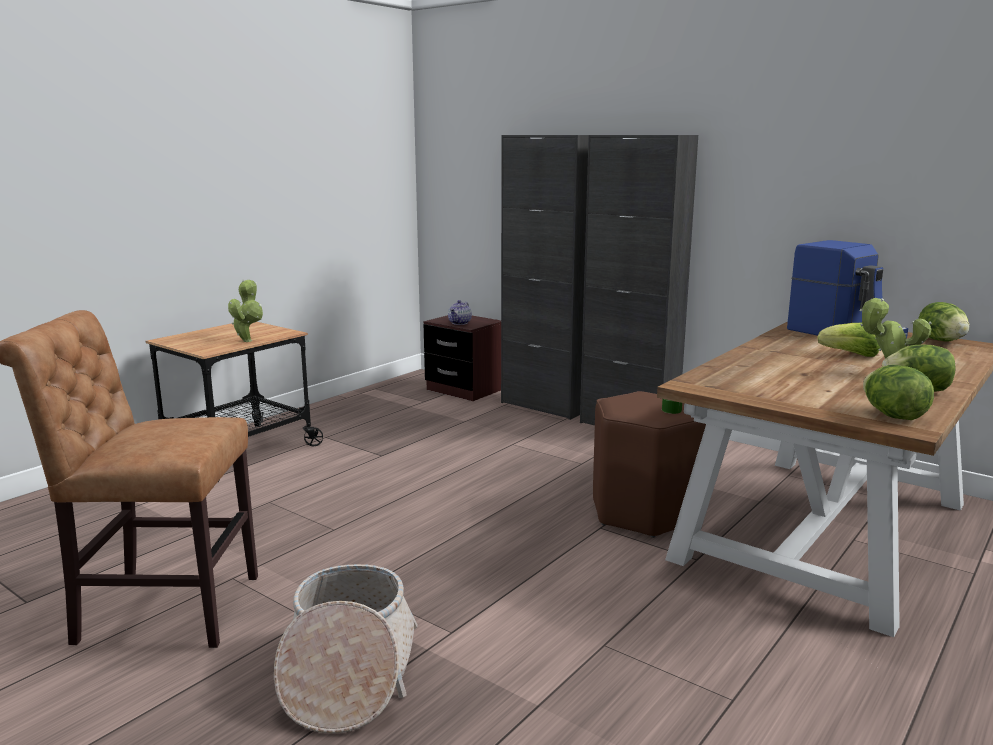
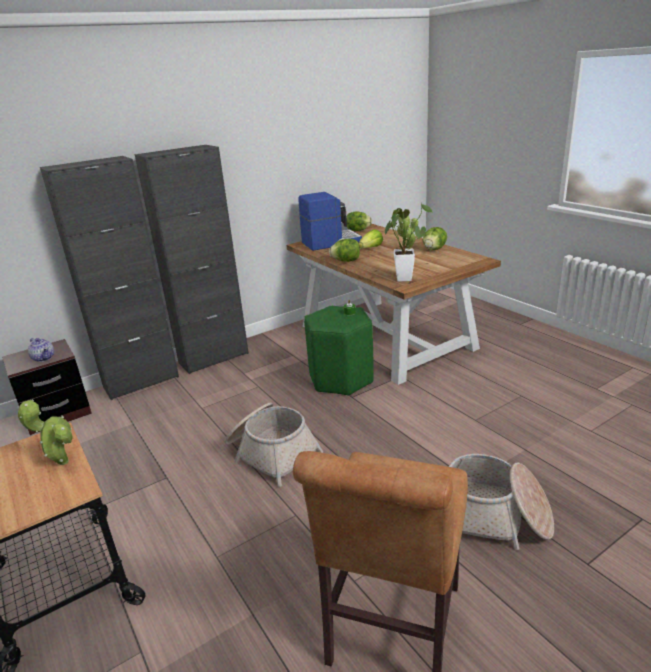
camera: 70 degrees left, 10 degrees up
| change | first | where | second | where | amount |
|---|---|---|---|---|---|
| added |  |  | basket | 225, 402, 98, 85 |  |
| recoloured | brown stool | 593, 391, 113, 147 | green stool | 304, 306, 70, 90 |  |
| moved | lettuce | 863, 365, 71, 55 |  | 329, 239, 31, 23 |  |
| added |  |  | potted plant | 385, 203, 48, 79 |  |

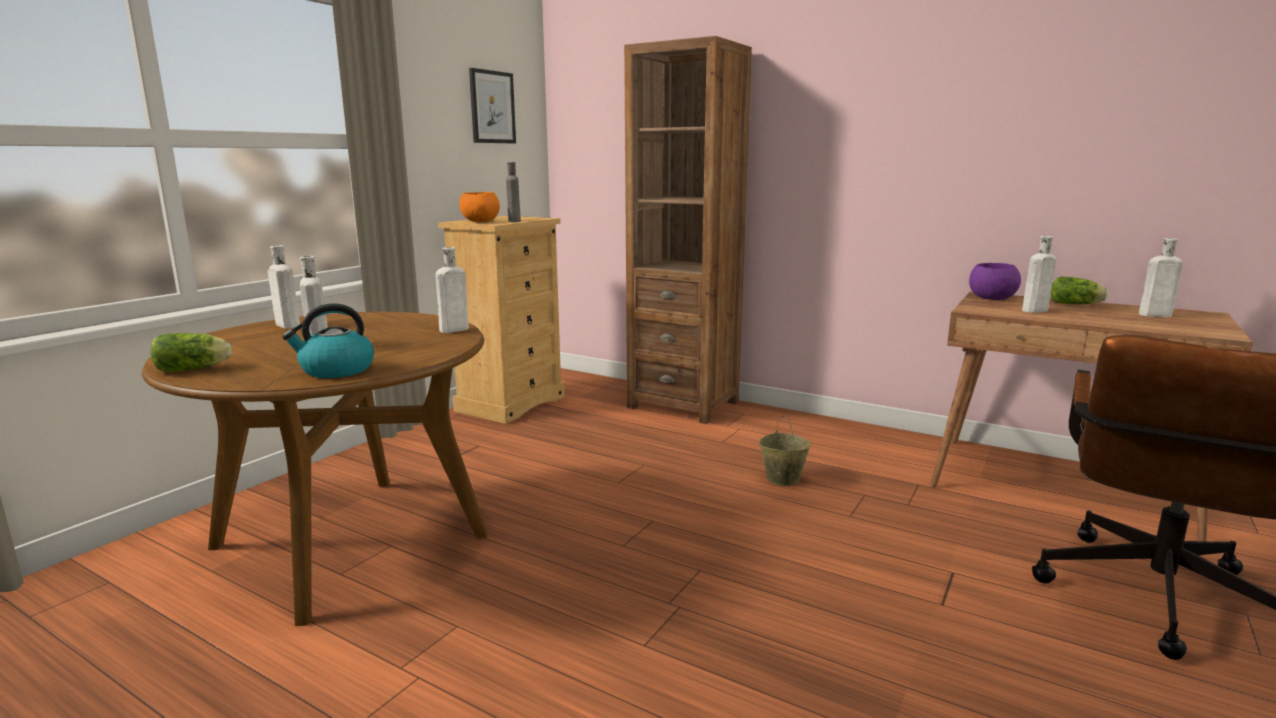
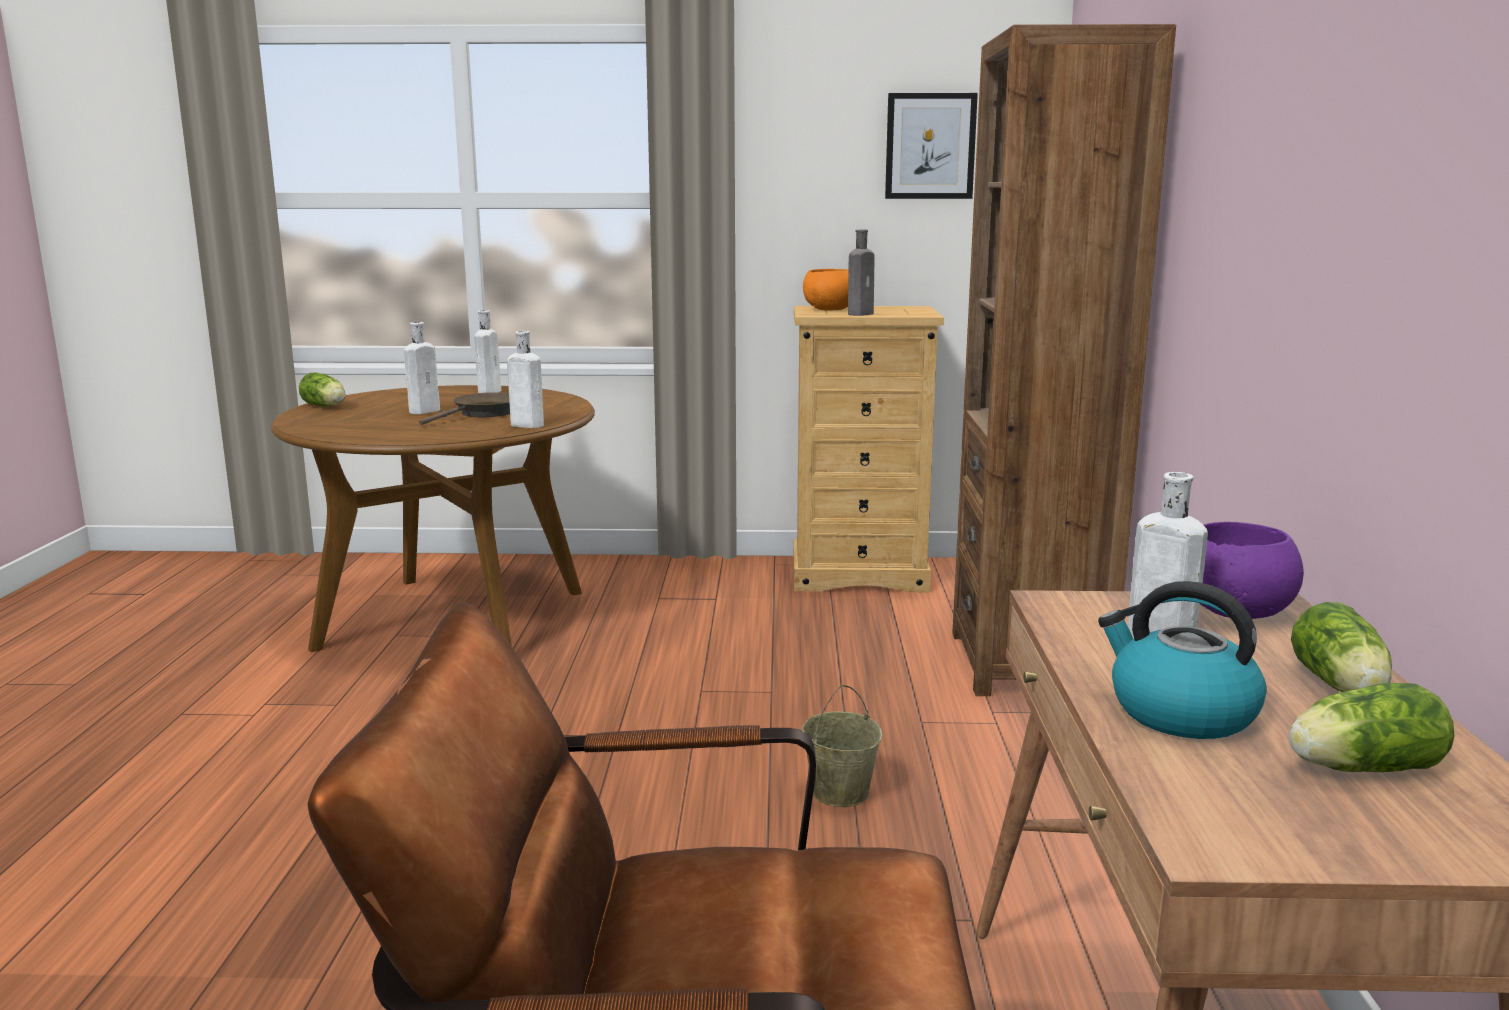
camera: 60 degrees right, 0 degrees up
| change | first | where | second | where | amount |
|---|---|---|---|---|---|
| added |  |  | brown frying pan | 419, 392, 91, 33 |  |
| moved | kettle | 282, 303, 92, 75 |  | 1098, 581, 168, 158 |  |
| replaced | white bottle | 1139, 238, 44, 79 | lettuce | 1288, 683, 166, 89 |  |

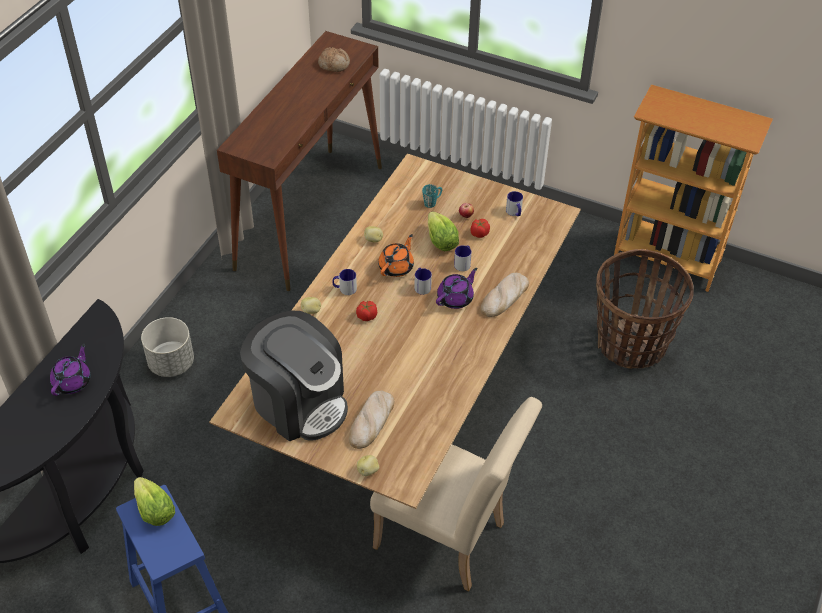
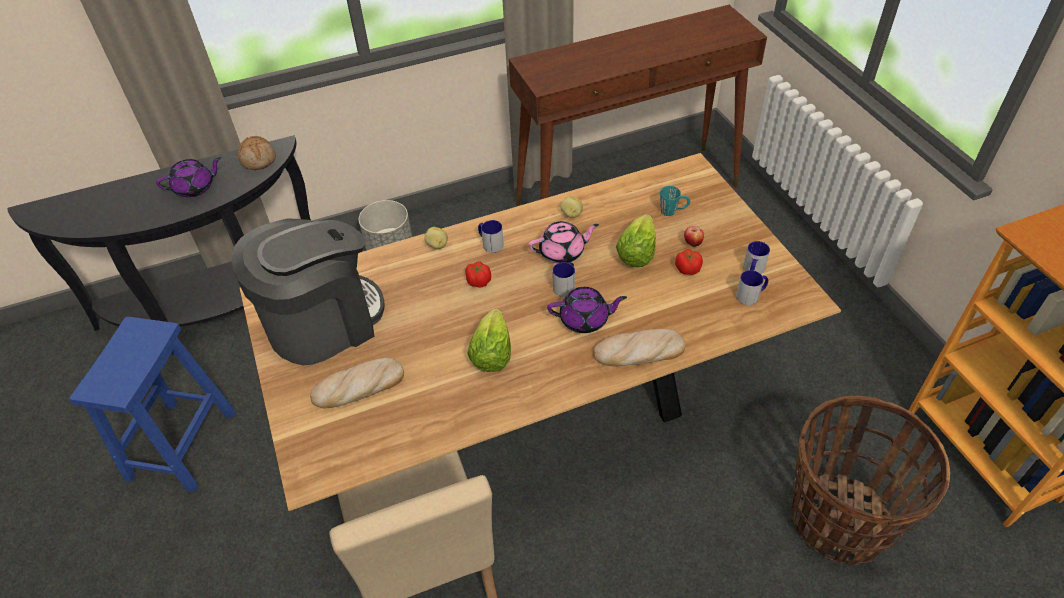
camera: 45 degrees right, 0 degrees up
| change | first | where | second | where | amount |
|---|---|---|---|---|---|
| turned | coffee machine | 240, 310, 108, 131 |  | 232, 218, 153, 147 | 120 degrees counterclockwise |
| moved | bread | 318, 47, 32, 25 |  | 238, 136, 38, 34 |  |
| moved | lettuce | 134, 477, 41, 49 |  | 467, 309, 44, 63 |  |
| recoloured | orange teapot | 378, 234, 36, 43 | pink teapot | 528, 221, 71, 43 |  |
| moved | mug | 454, 245, 17, 26 |  | 736, 270, 32, 35 |  |
| removed | potato | 357, 455, 22, 21 |  |  |  |

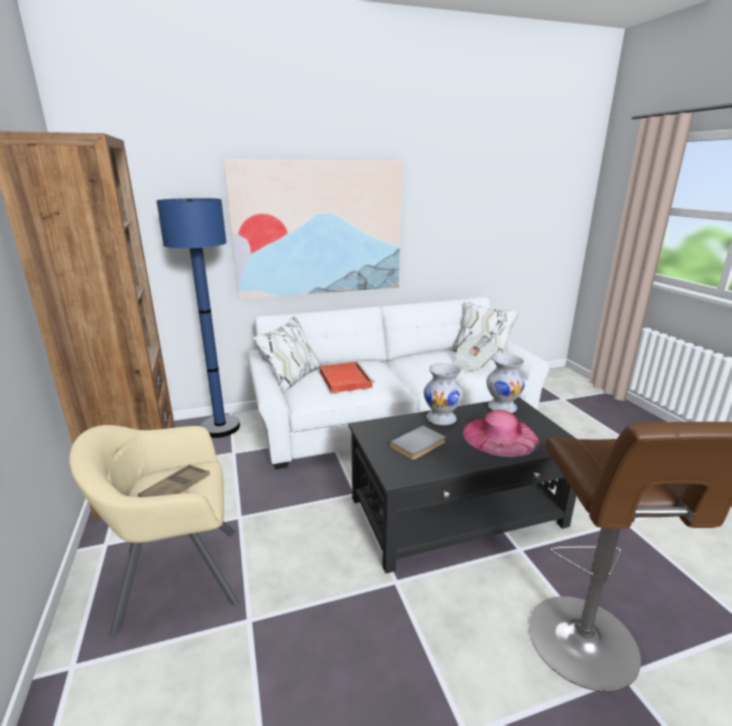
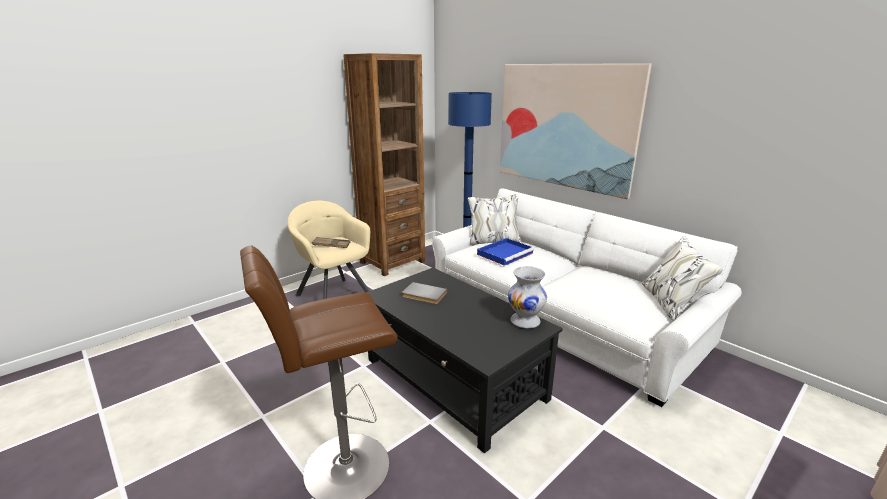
camera: 65 degrees right, 0 degrees up
| change | first | where | second | where | amount |
|---|---|---|---|---|---|
| recoloured | red tray | 319, 361, 55, 32 | blue tray | 477, 238, 58, 28 |  |
| removed | white vase | 424, 363, 39, 62 |  |  |  |
| removed | newspaper | 454, 335, 45, 36 |  |  |  |
| removed | pink hat | 462, 410, 77, 47 |  |  |  |

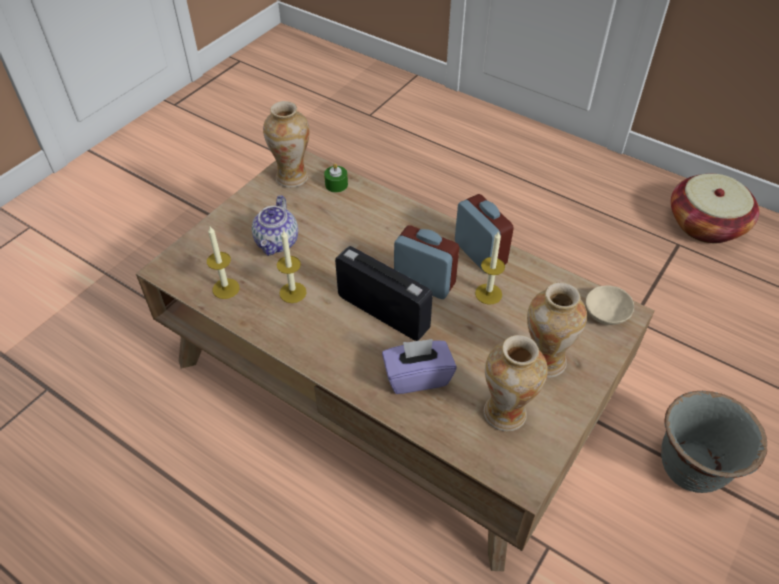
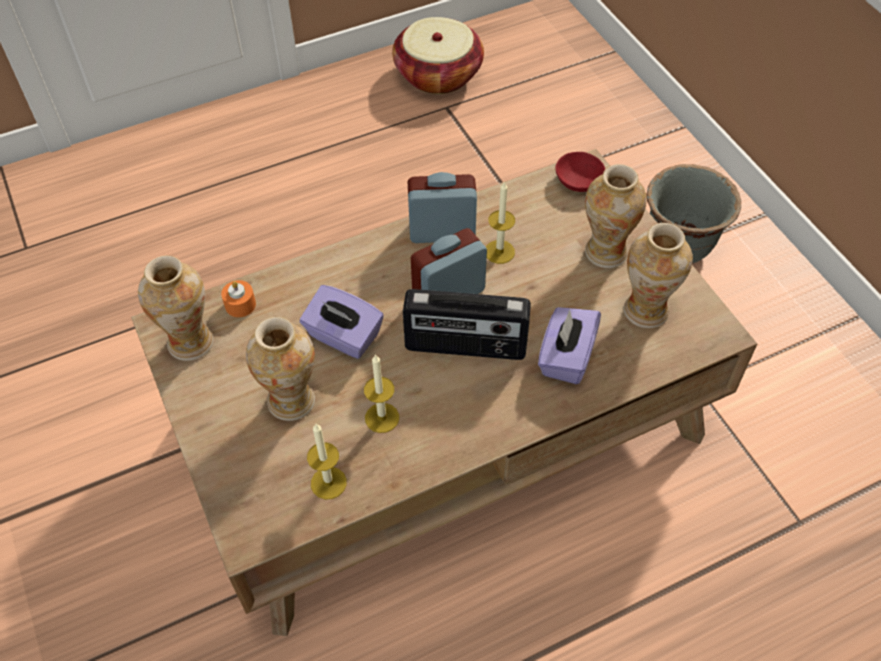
camera: 60 degrees left, 5 degrees up
| change | first | where | second | where | amount |
|---|---|---|---|---|---|
| recoloured | green candle | 324, 163, 24, 30 | orange candle | 221, 280, 35, 37 |  |
| replaced | teapot | 252, 195, 46, 61 | vase | 246, 317, 69, 104 |  |
| added |  |  | purple tissue box | 300, 285, 84, 74 |  |
| turned | radio | 335, 246, 98, 95 |  | 403, 289, 128, 71 | 150 degrees counterclockwise |
| recoloured | beige bowl | 586, 285, 48, 40 | red bowl | 555, 152, 50, 40 |  |

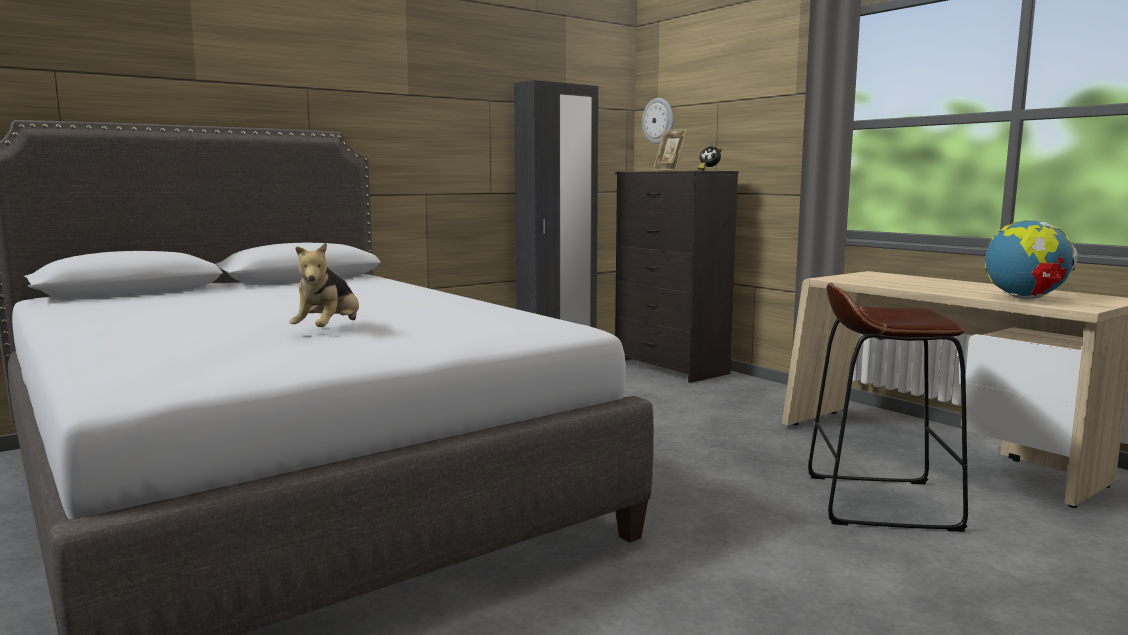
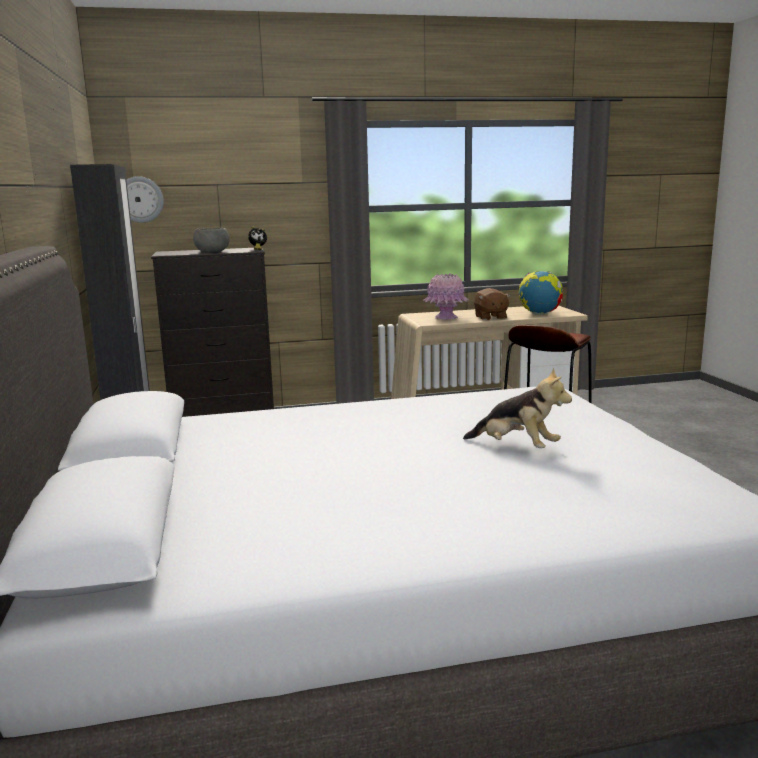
camera: 65 degrees left, 5 degrees up
| change | first | where | second | where | amount |
|---|---|---|---|---|---|
| replaced | picture frame | 653, 129, 35, 42 | grey bowl | 193, 228, 36, 24 |  |
| added |  |  | pink vase | 423, 273, 45, 47 |  |
| added |  |  | brown plush toy | 474, 288, 37, 32 |  |

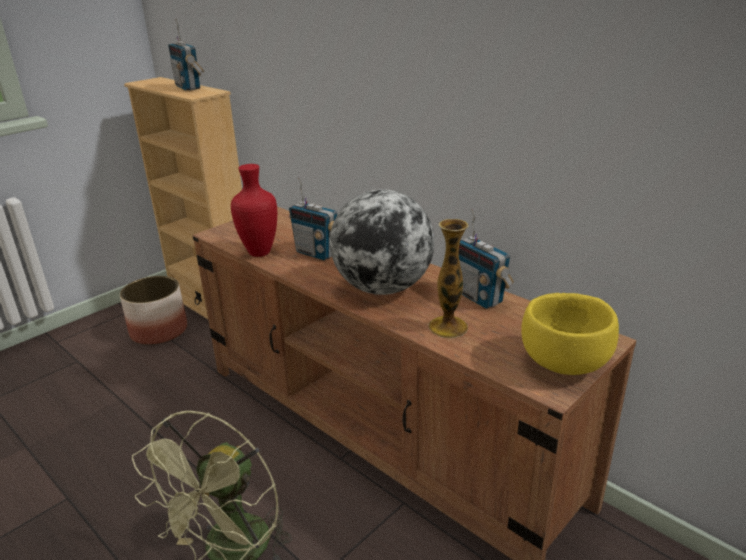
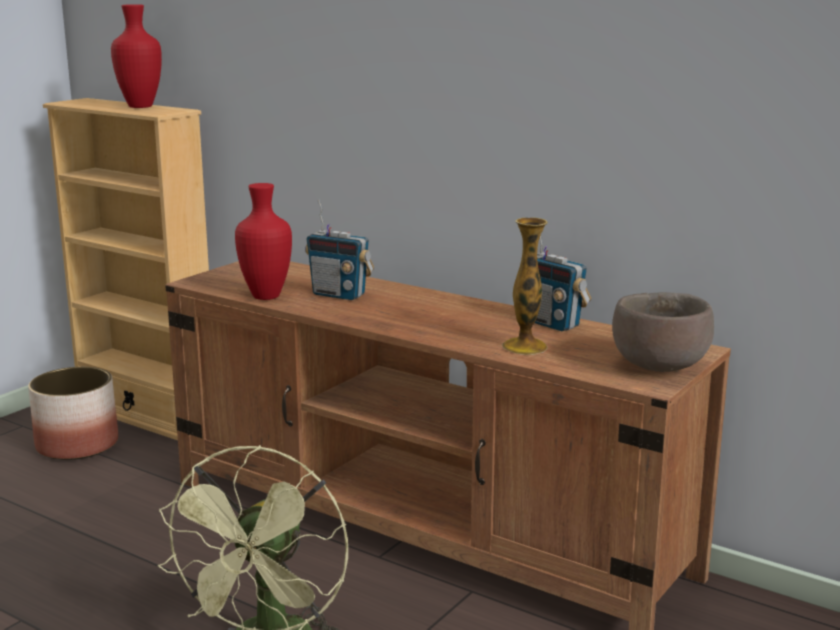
camera: 10 degrees left, 10 degrees down
| change | first | where | second | where | amount |
|---|---|---|---|---|---|
| replaced | radio | 168, 19, 36, 72 | red vase | 111, 4, 51, 104 |  |
| recoloured | yellow bowl | 521, 293, 98, 82 | brown bowl | 612, 292, 102, 80 |  |
| removed | globe | 330, 189, 105, 106 |  |  |  |

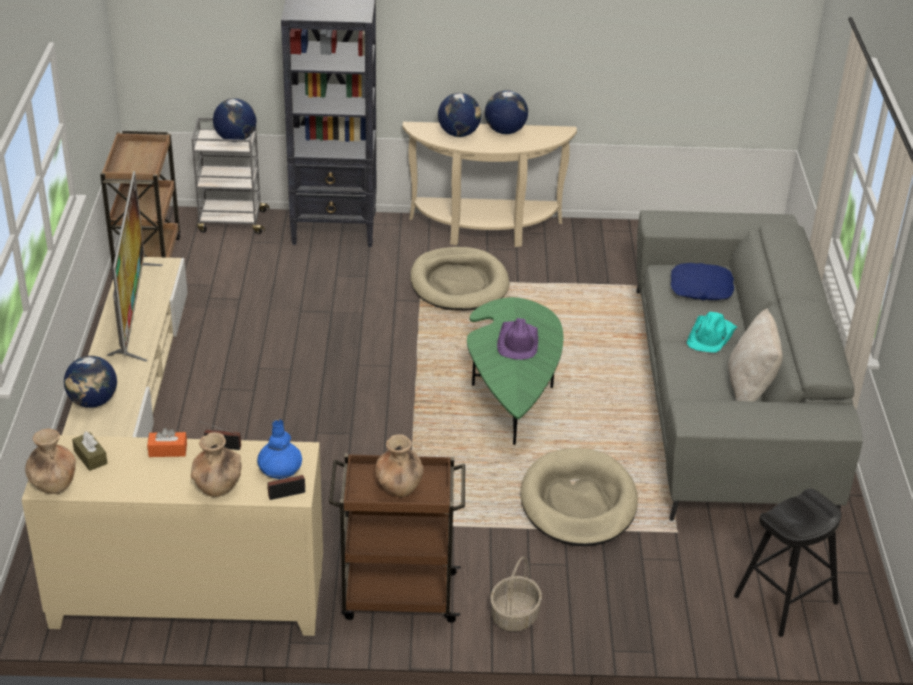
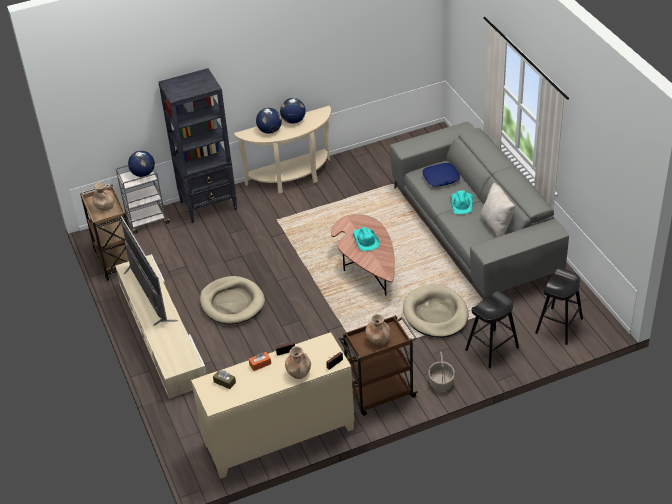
camera: 20 degrees left, 5 degrees up
| change | first | where | second | where | amount |
|---|---|---|---|---|---|
| moved | brown vase | 25, 429, 51, 65 |  | 92, 182, 22, 29 |  |
| moved | beige dog bed | 410, 247, 100, 64 |  | 200, 276, 65, 48 |  |
| recoloured | green coffee table | 467, 297, 96, 148 | brown coffee table | 331, 214, 64, 82 |  |
| recoloured | purple hat | 497, 318, 41, 42 | turquoise hat | 353, 227, 27, 24 |  |
| added |  |  | black stool | 465, 291, 54, 78 |  |
| removed | globe | 64, 356, 53, 52 |  |  |  |
| removed | blue vase | 257, 419, 45, 60 |  |  |  |

